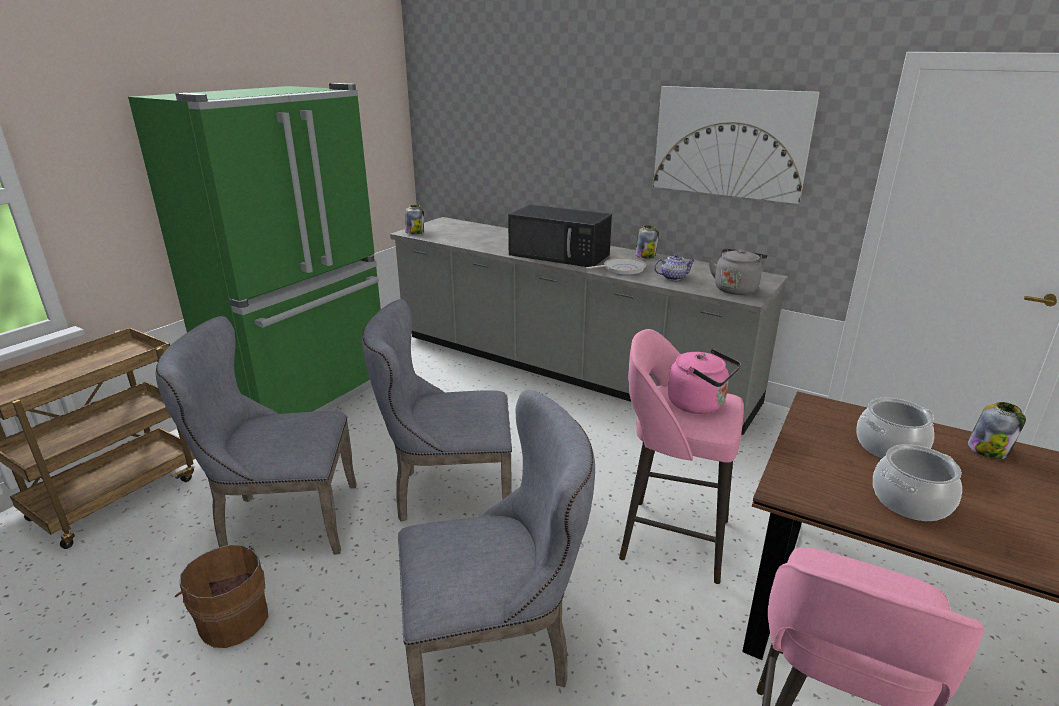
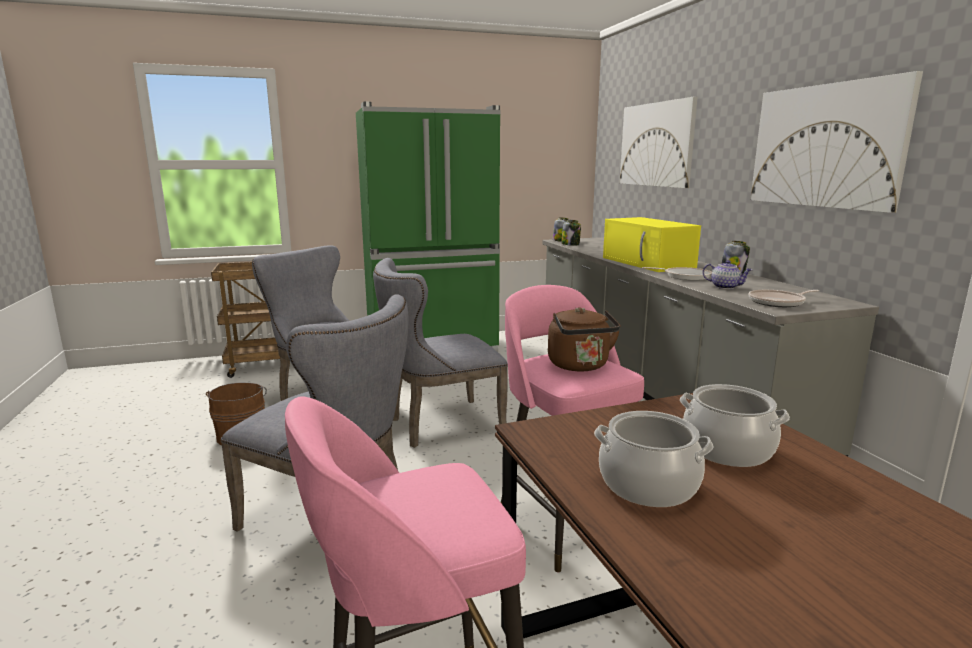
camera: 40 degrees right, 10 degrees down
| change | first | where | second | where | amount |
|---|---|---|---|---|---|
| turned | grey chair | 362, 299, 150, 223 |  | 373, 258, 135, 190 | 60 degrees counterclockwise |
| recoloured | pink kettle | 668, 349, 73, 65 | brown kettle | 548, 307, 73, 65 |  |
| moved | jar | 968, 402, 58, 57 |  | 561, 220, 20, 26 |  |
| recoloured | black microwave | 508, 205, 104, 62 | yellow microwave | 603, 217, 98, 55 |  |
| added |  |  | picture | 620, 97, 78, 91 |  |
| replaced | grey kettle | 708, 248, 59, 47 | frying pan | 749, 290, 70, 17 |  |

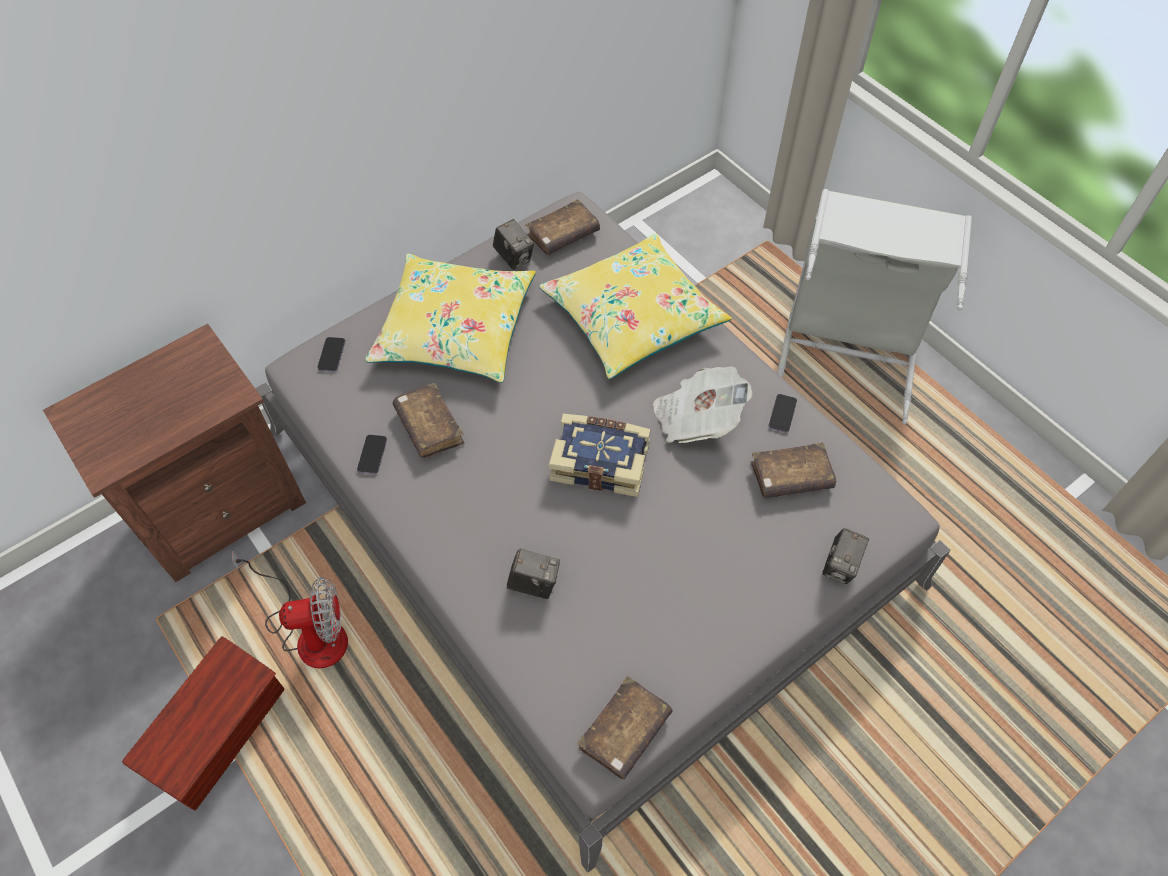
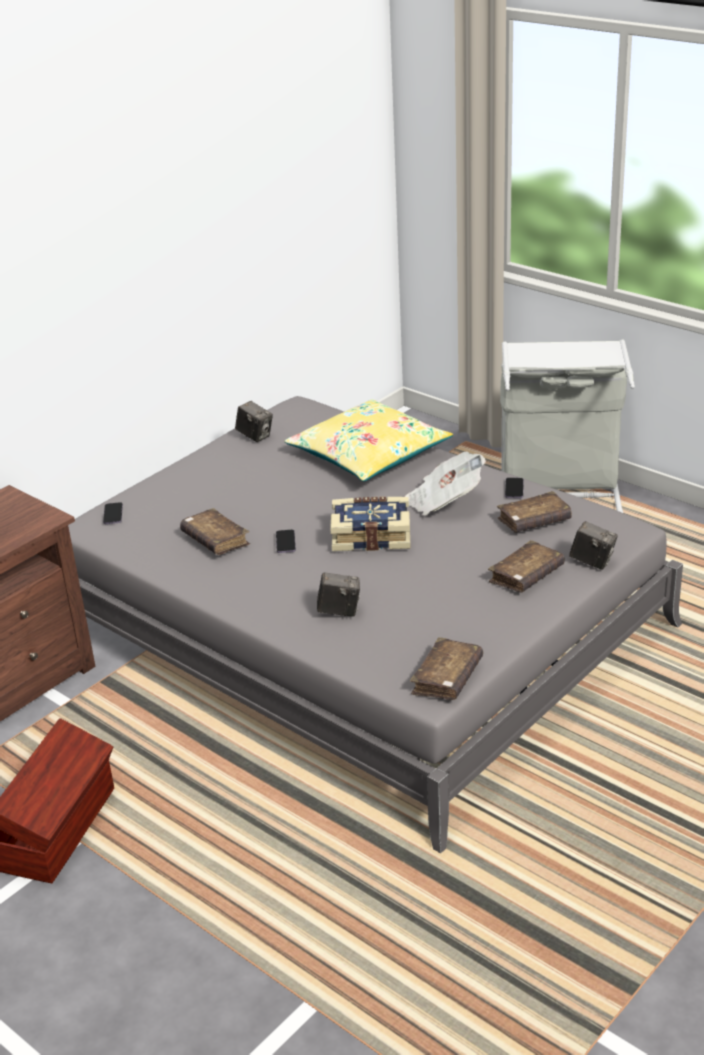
camera: 10 degrees left, 25 degrees down
| change | first | where | second | where | amount |
|---|---|---|---|---|---|
| moved | phone | 357, 435, 30, 39 |  | 276, 530, 20, 23 |  |
| moved | brown book | 525, 199, 75, 56 |  | 488, 540, 77, 52 |  |
| turned | photo camera | 822, 528, 47, 56 |  | 569, 521, 49, 49 | 75 degrees counterclockwise |
| removed | fan | 232, 550, 116, 118 |  |  |  |
| removed | yellow pillow | 365, 254, 171, 129 |  |  |  |

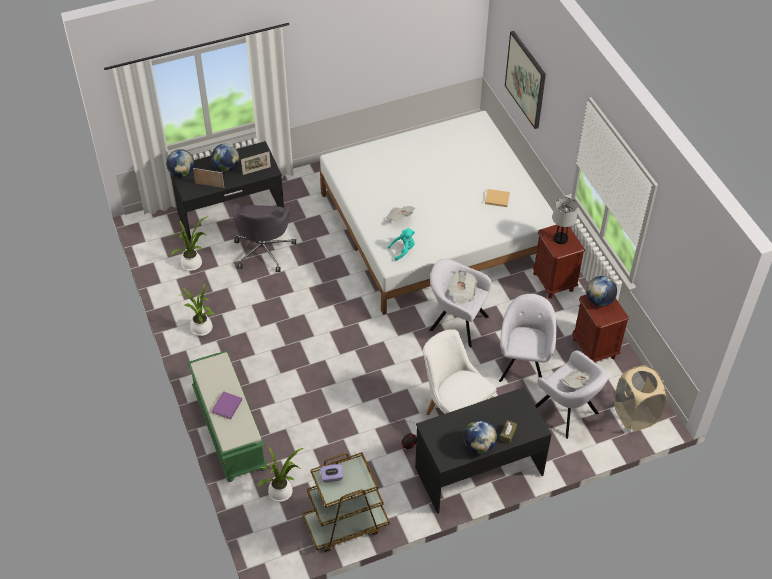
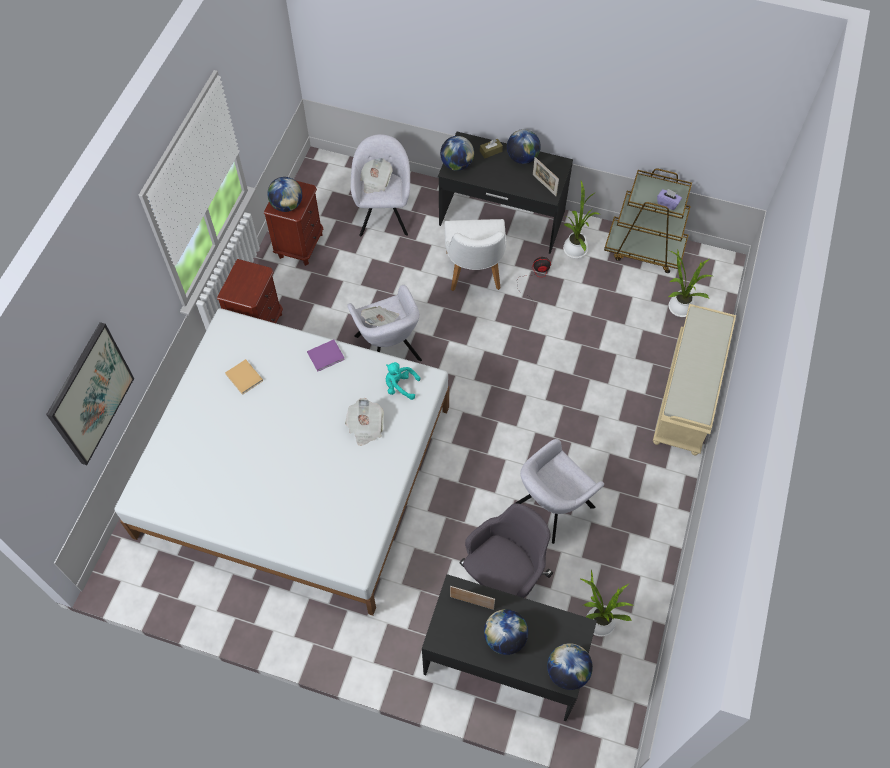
camera: 140 degrees left, 10 degrees up
| change | first | where | second | where | amount |
|---|---|---|---|---|---|
| moved | purple book | 212, 391, 30, 28 |  | 307, 340, 38, 31 |  |
| added |  |  | globe | 440, 136, 34, 35 |  |
| moved | grey armchair | 499, 294, 58, 88 |  | 514, 439, 90, 105 |  |
| moved | picture frame | 193, 168, 31, 20 |  | 533, 157, 26, 39 |  |
| moved | potted plant | 182, 283, 33, 53 |  | 563, 181, 39, 77 |  |
| recoloured | green bench | 188, 350, 79, 132 | beige bench | 653, 304, 83, 151 |  |
| removed | table lamp | 552, 197, 26, 47 |  |  |  |
| removed | beige laundry basket | 614, 365, 52, 66 |  |  |  |

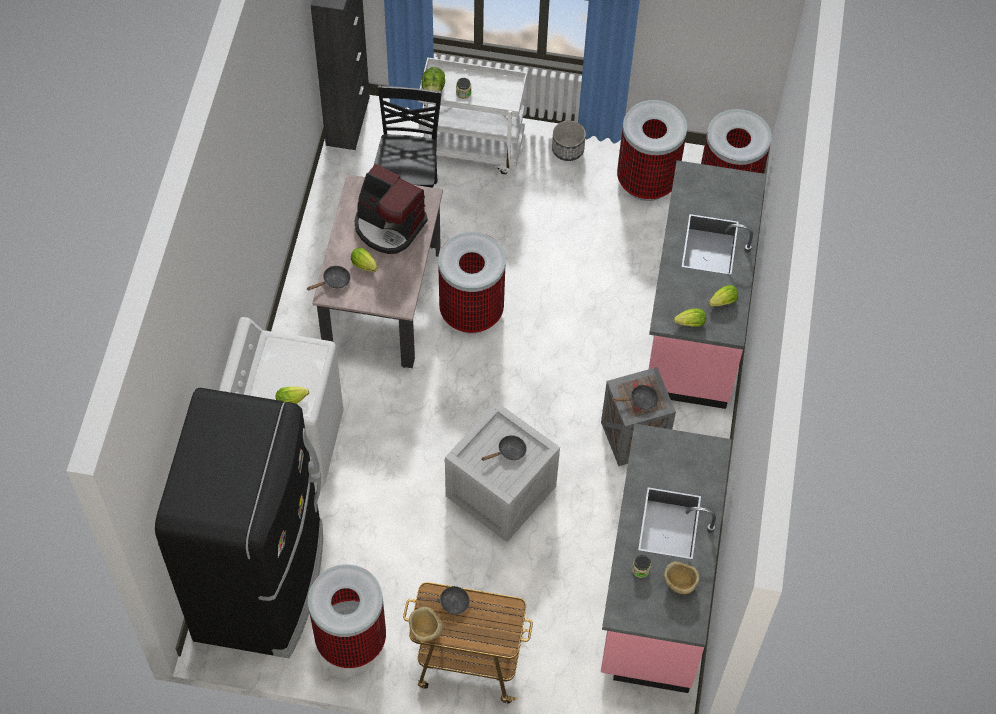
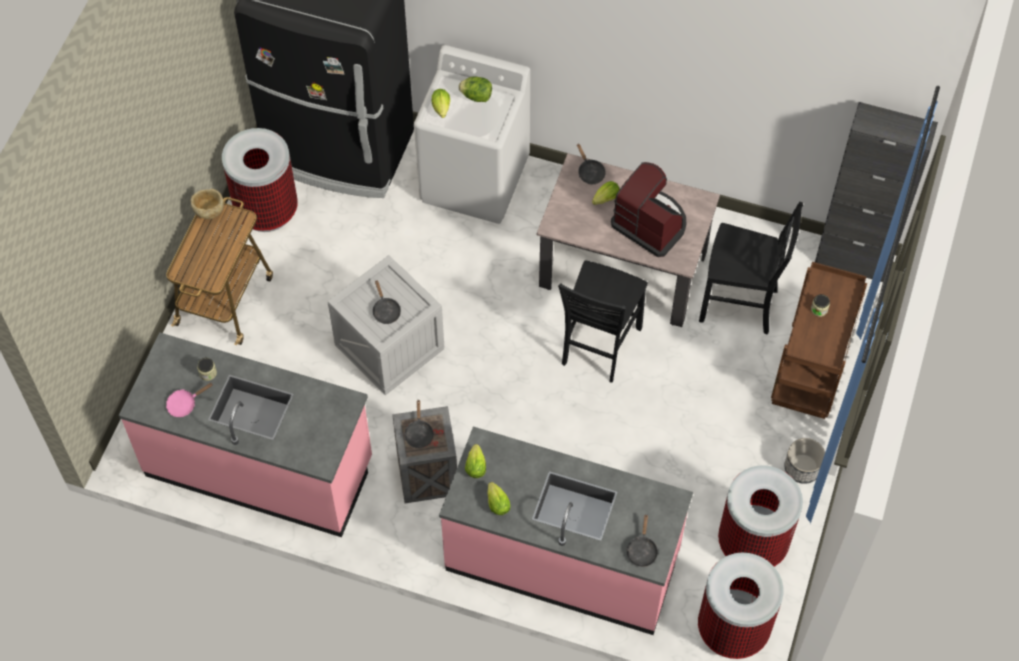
camera: 100 degrees right, 0 degrees up
| change | first | where | second | where | amount |
|---|---|---|---|---|---|
| replaced | beige bowl | 664, 561, 36, 33 | pink frying pan | 166, 383, 47, 34 |  |
| moved | lettuce | 422, 67, 23, 24 |  | 459, 76, 33, 26 |  |
| replaced | trash can | 438, 232, 68, 102 | black chair | 558, 260, 90, 123 |  |
| turned | coffee machine | 355, 164, 73, 90 |  | 611, 162, 75, 95 | 90 degrees clockwise |
| moved | black frying pan | 418, 586, 52, 29 |  | 626, 515, 32, 52 |  |
| recoloured | white cart | 418, 57, 109, 117 | brown cart | 771, 262, 96, 157 |  |

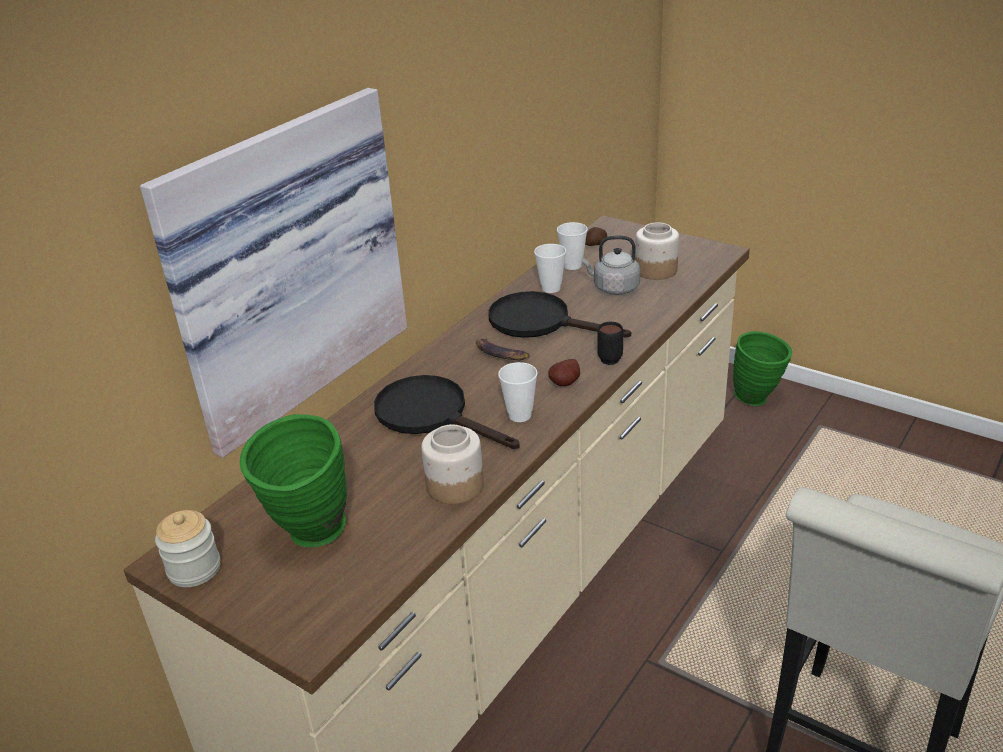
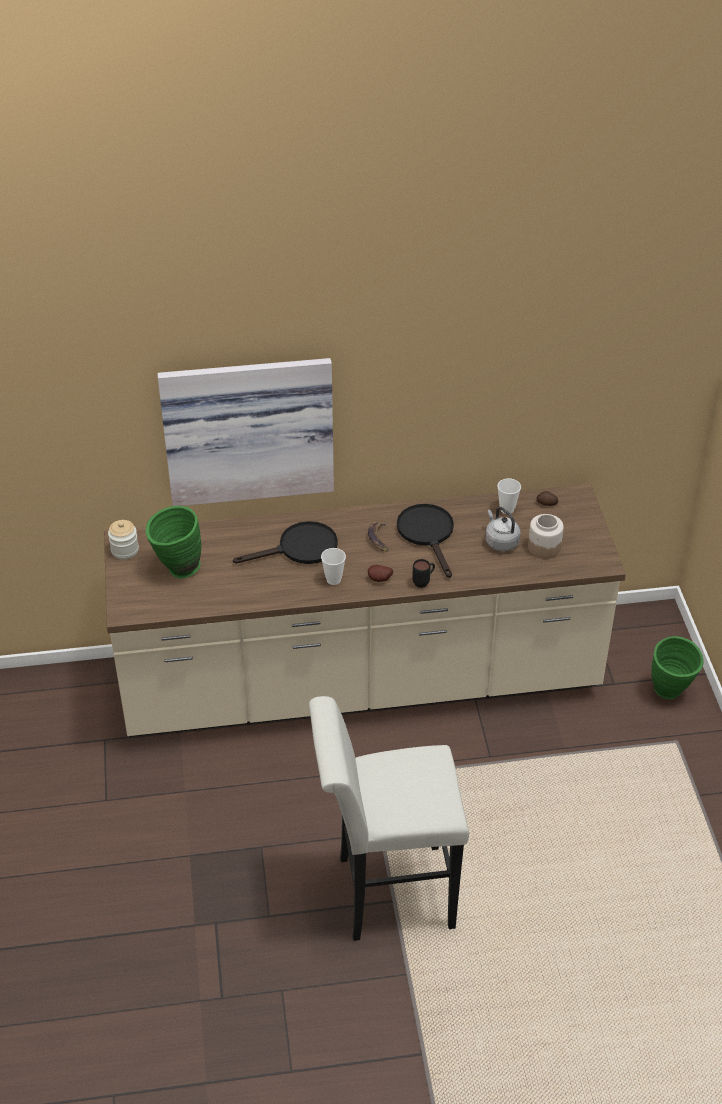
camera: 45 degrees right, 10 degrees up
| change | first | where | second | where | amount |
|---|---|---|---|---|---|
| turned | black frying pan | 374, 375, 146, 74 |  | 233, 521, 105, 43 | 75 degrees clockwise |
| removed | jar | 421, 425, 63, 79 |  |  |  |
| removed | cup | 534, 244, 32, 49 |  |  |  |

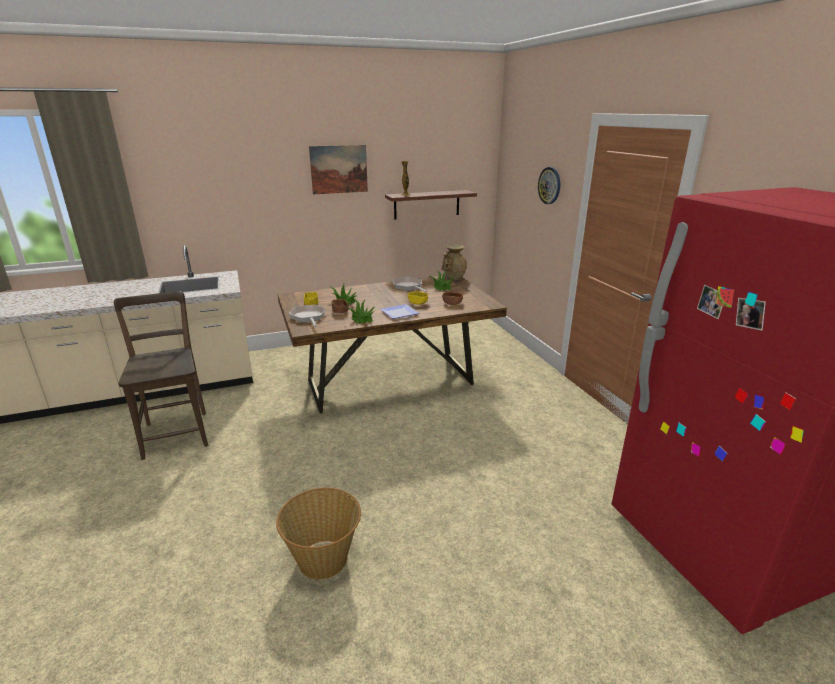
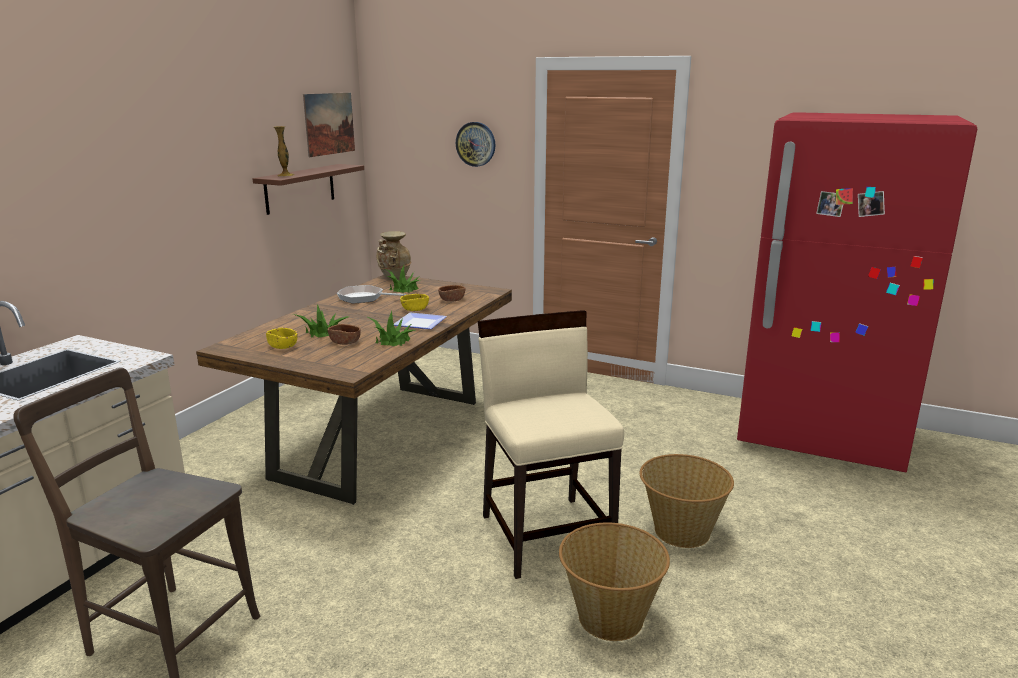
camera: 45 degrees left, 5 degrees down
| change | first | where | second | where | amount |
|---|---|---|---|---|---|
| moved | picture | 309, 145, 59, 49 |  | 303, 93, 52, 64 |  |
| added |  |  | beige chair | 478, 310, 146, 269 |  |
| added |  |  | basket | 640, 454, 94, 94 |  |
| removed | frying pan | 289, 305, 37, 22 |  |  |  |

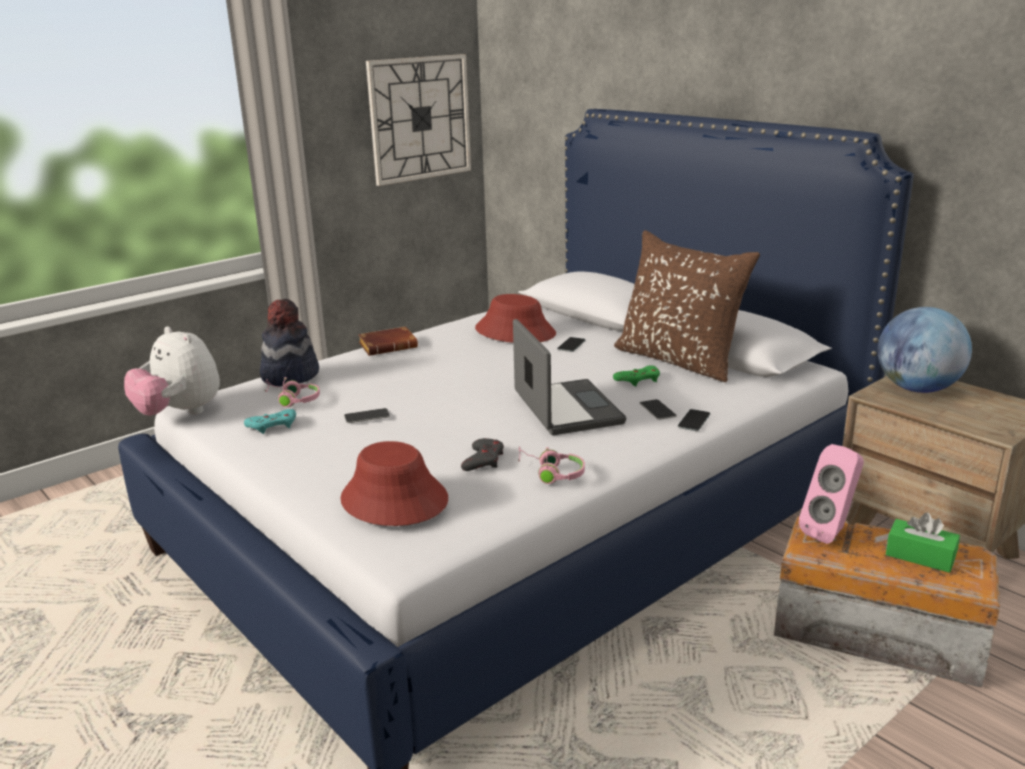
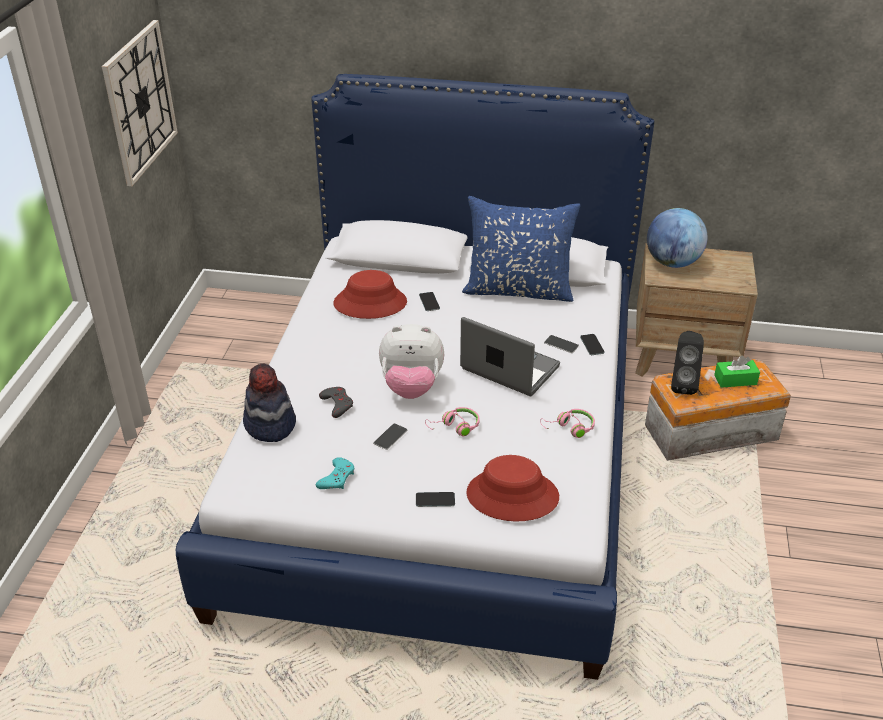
camera: 40 degrees left, 15 degrees up
| change | first | where | second | where | amount |
|---|---|---|---|---|---|
| moved | grey game controller | 461, 438, 43, 33 |  | 319, 387, 34, 31 |  |
| moved | plush toy | 124, 326, 96, 90 |  | 379, 324, 65, 75 |  |
| added |  |  | phone | 416, 492, 39, 15 |  |
| moved | pink headphones | 264, 377, 56, 30 |  | 425, 407, 54, 29 |  |
| recoloured | brown pillow | 614, 230, 146, 152 | blue pillow | 462, 196, 119, 106 |  |
| recoloured | pink speaker | 799, 444, 65, 100 | black speaker | 671, 331, 33, 64 |  |
| removed | brown book | 358, 326, 60, 30 |  |  |  |
| removed | green game controller | 613, 366, 47, 21 |  |  |  |

